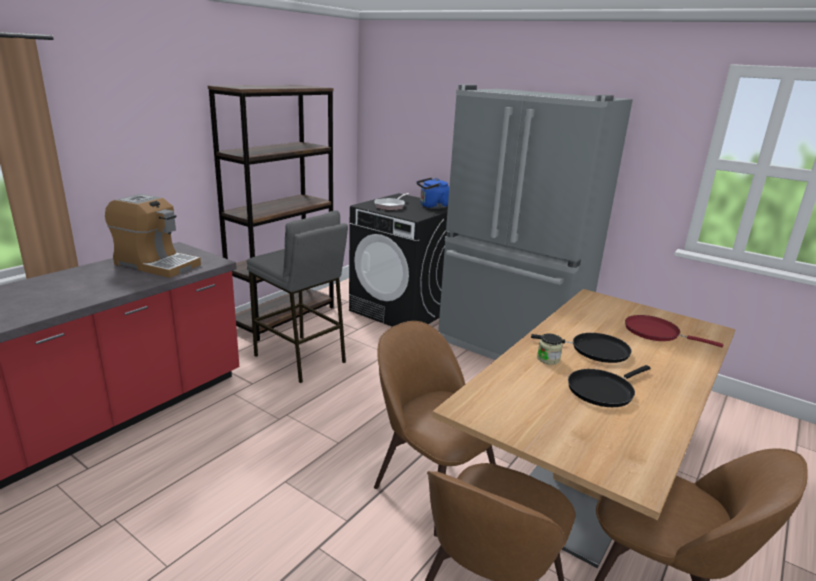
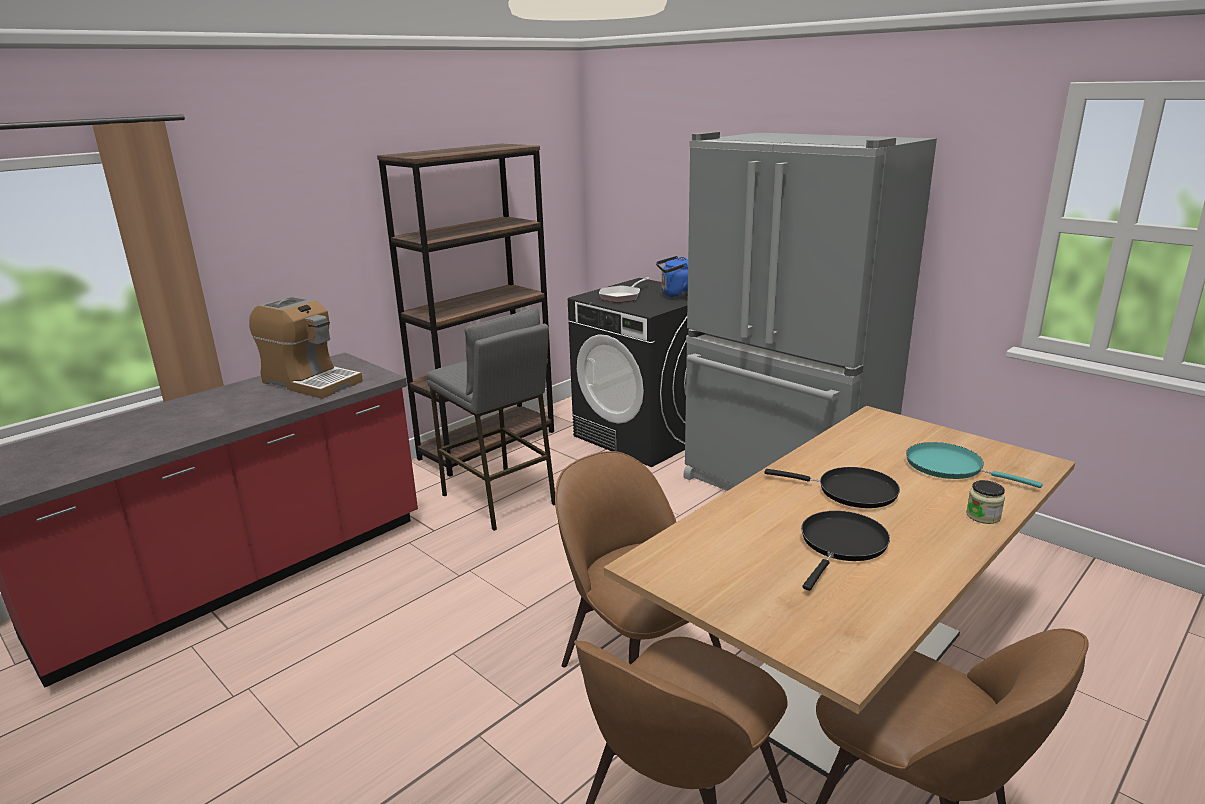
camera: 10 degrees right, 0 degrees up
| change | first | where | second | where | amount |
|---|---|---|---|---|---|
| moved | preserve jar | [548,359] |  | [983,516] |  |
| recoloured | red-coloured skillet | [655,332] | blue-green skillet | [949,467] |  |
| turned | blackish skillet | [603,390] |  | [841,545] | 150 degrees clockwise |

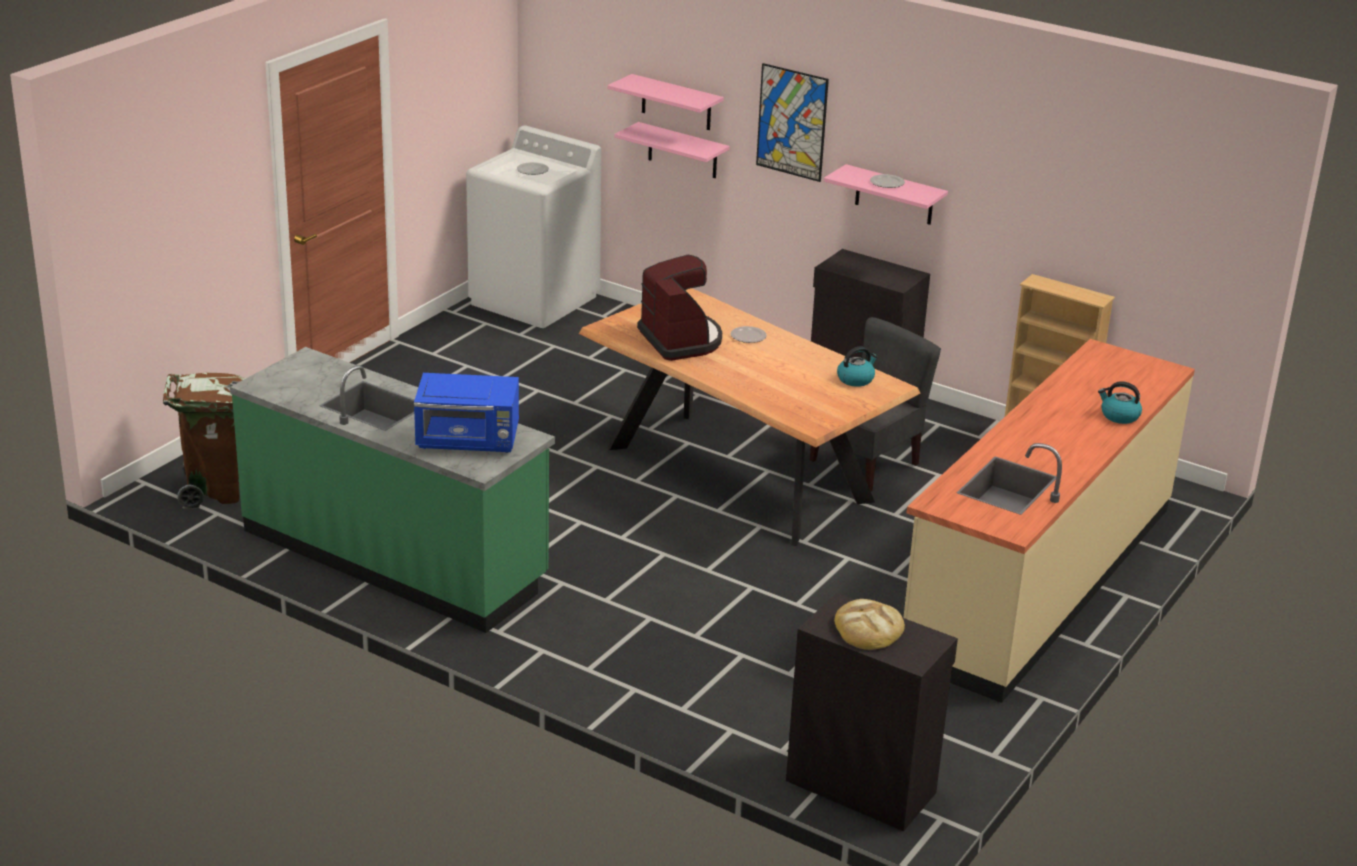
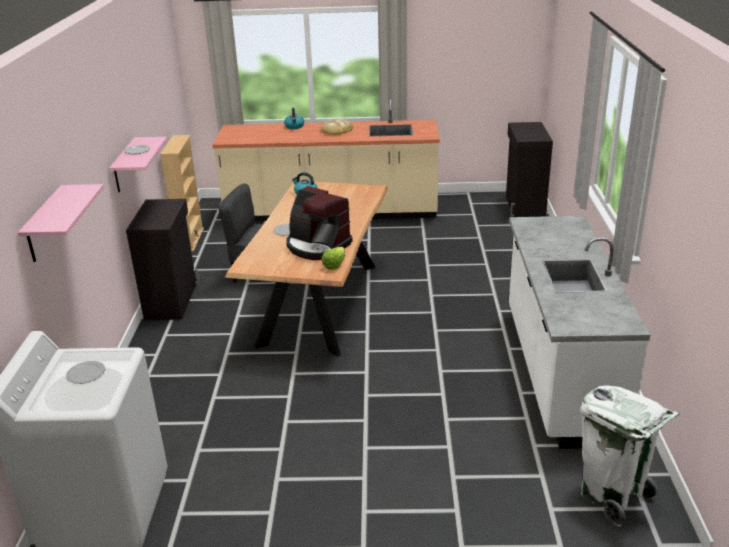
camera: 120 degrees left, 0 degrees up
| change | first | where | second | where | amount |
|---|---|---|---|---|---|
| removed | blue kitchen microwave | [469,441] |  |  |  |
| removed | pink bracket shelf | [682,151] |  |  |  |
| removed | picture | [792,122] |  |  |  |
| added |  |  | head of lettuce | [334,265] |  |
| moved | baked bread | [868,628] |  | [336,130] |  |
| recoloured | brownish waste bin | [215,491] | white waste bin | [612,495] |  |
| recoloured | green kitchen base unit | [395,556] | white kitchen base unit | [558,372] |  |
| turned | coffee maker | [681,340] |  | [317,246] | 90 degrees counterclockwise |

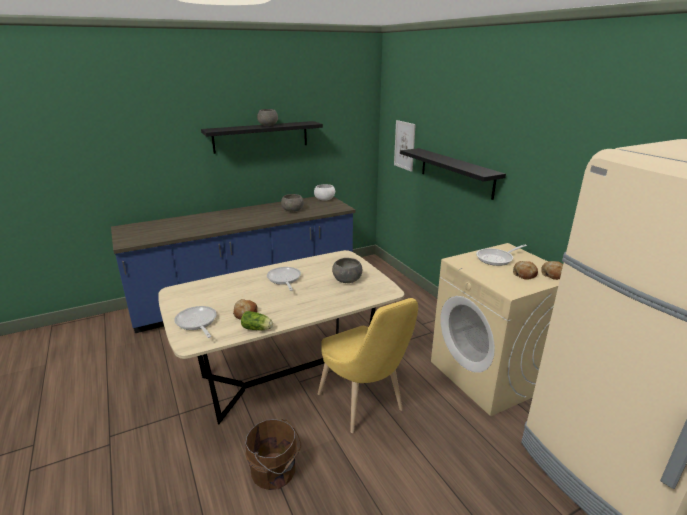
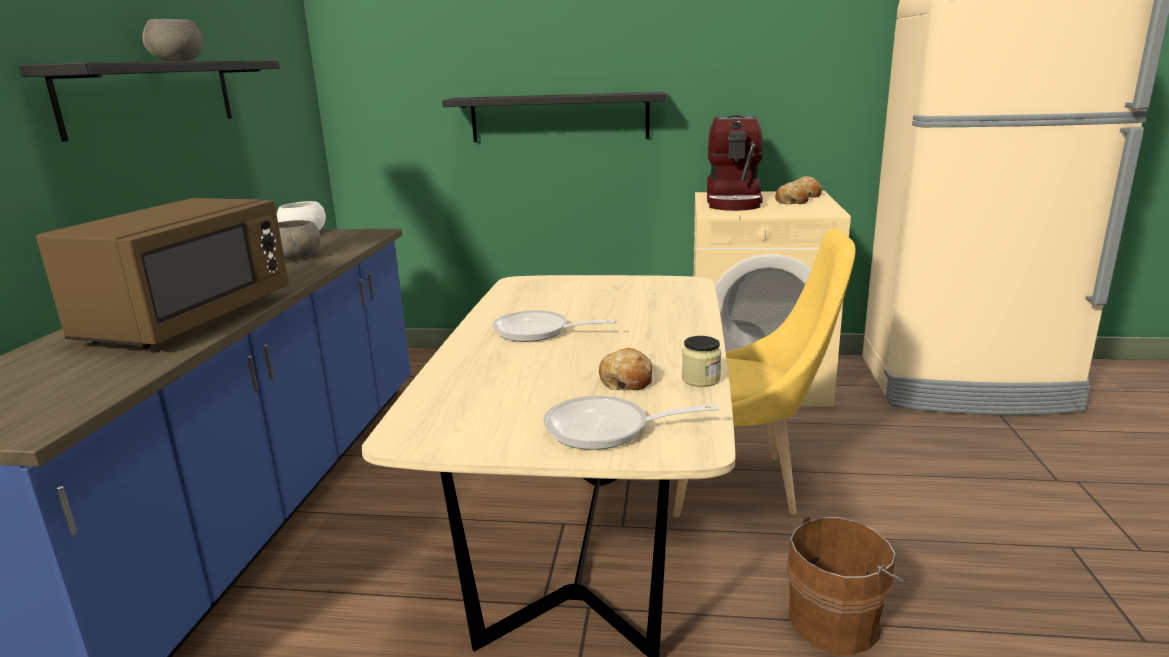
camera: 55 degrees left, 5 degrees down
| change | first | where | second | where | amount |
|---|---|---|---|---|---|
| removed | greyish bowl | [347,280] |  |  |  |
| removed | picture | [404,145] |  |  |  |
| added |  |  | brownish kitchen microwave | [189,319] |  |
| replaced | head of lettuce | [258,329] | preserve jar | [701,379] |  |
| replaced | skillet | [497,259] | coffee maker | [734,201] |  |

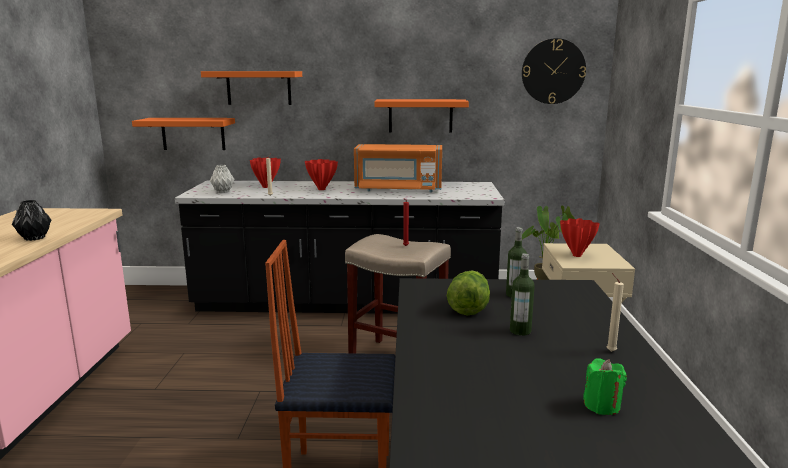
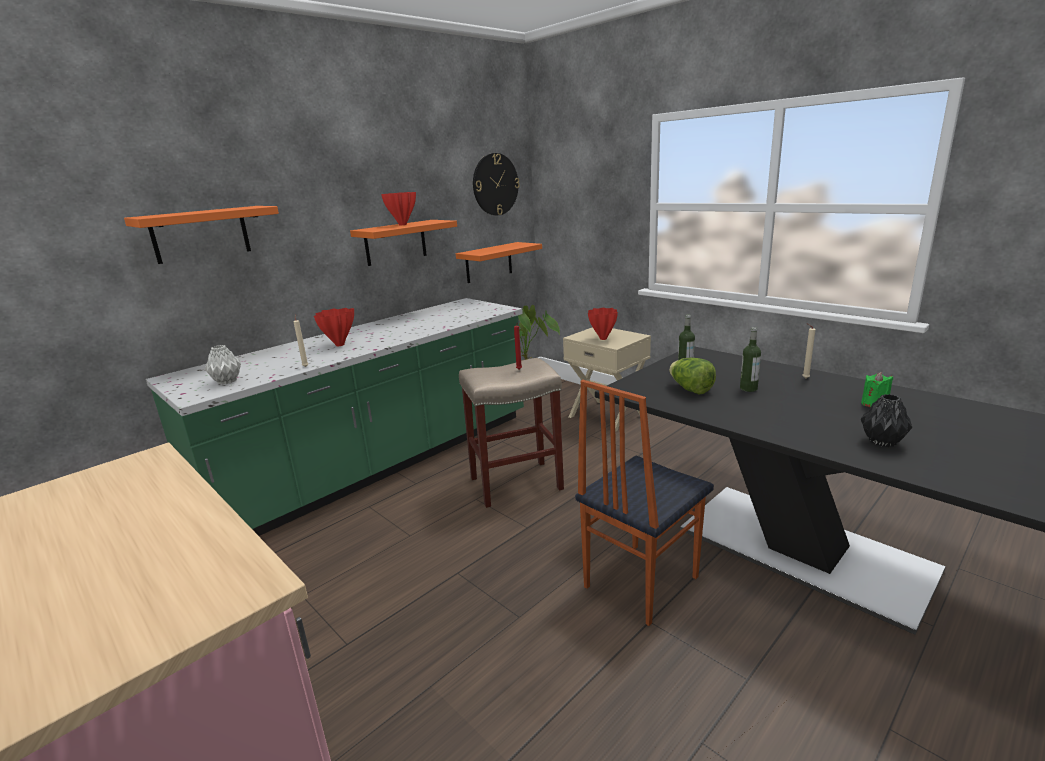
camera: 45 degrees left, 5 degrees up
| change | first | where | second | where | amount |
|---|---|---|---|---|---|
| removed | orange kitchen microwave | [398,189] |  |  |  |
| moved | blackish decorative vase | [34,238] |  | [883,442] |  |
| moved | orange bracket shelf | [193,133] |  | [489,262] |  |
| moved | red-coloured decorative vase | [266,187] |  | [403,224] |  |
| recoloured | blackish kitchen base unit | [346,303] | green kitchen base unit | [381,464] |  |

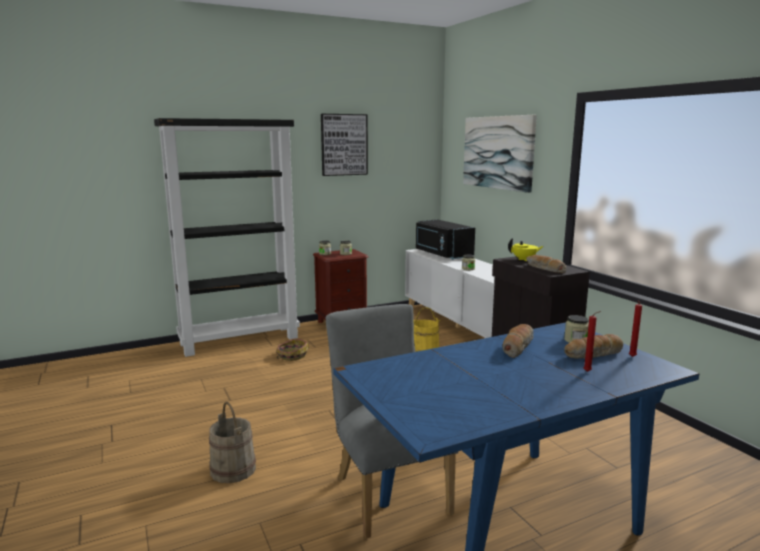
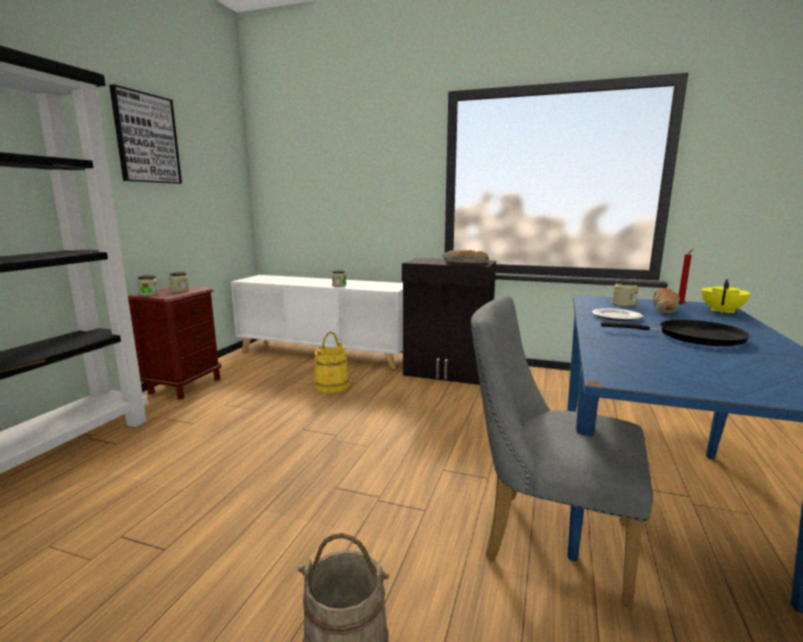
camera: 45 degrees left, 0 degrees up
| change | first | where | second | where | amount |
|---|---|---|---|---|---|
| removed | storage basket | [291,355] |  |  |  |
| removed | blackish kitchen microwave | [442,254] |  |  |  |
| removed | picture | [498,152] |  |  |  |
| removed | red-coloured wax light | [588,372] |  |  |  |
| added |  |  | blackish skillet | [693,337] |  |
| moved | yellowish pot for tea | [524,259] |  | [722,311] |  |
| replaced | baked bread | [517,346] | plate | [616,317] |  |

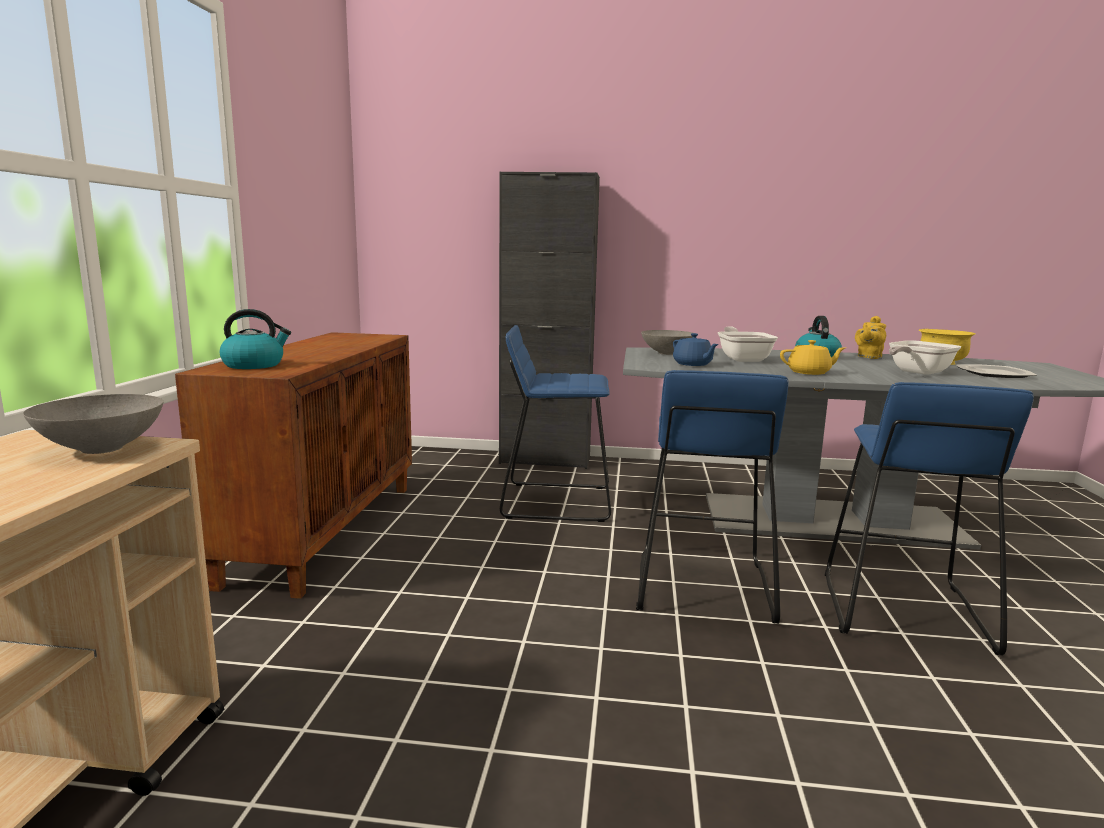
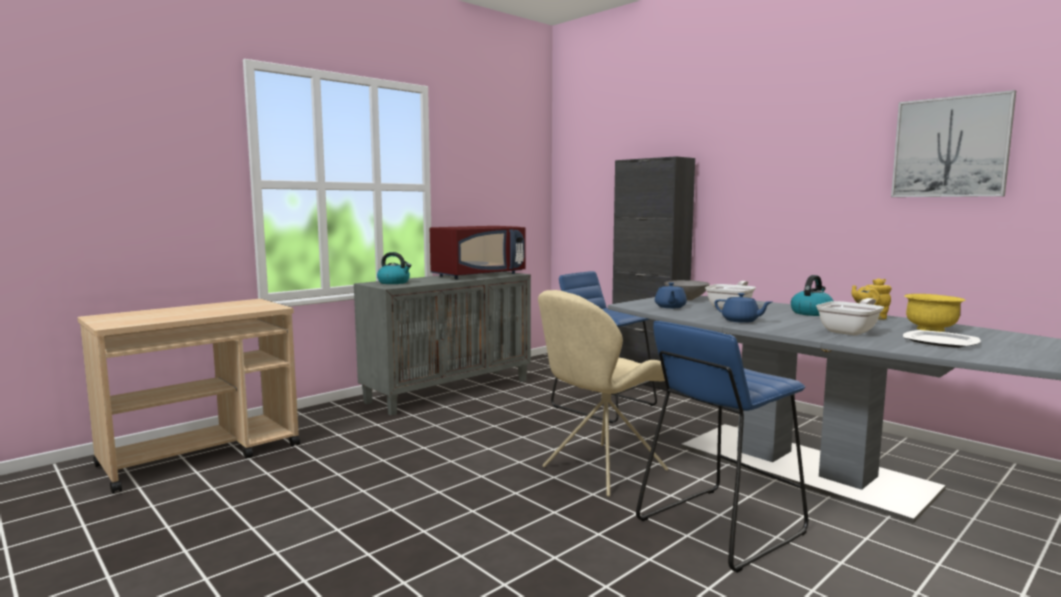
camera: 40 degrees right, 5 degrees down
| change | first | where | second | where | amount |
|---|---|---|---|---|---|
| removed | greyish bowl | [103,449] |  |  |  |
| added |  |  | red-coloured kitchen microwave | [479,275] |  |
| added |  |  | picture | [950,147] |  |
| replaced | blue stool seat | [701,586] | beige-coloured plain chair | [601,470] |  |
| recoloured | brownish cabinet | [324,530] | greyish cabinet | [450,391] |  |
| recoloured | yellowish pot for tea | [810,372] | blue pot for tea | [741,321] |  |
| turned | skillet | [916,372] |  | [851,331] | 135 degrees clockwise |

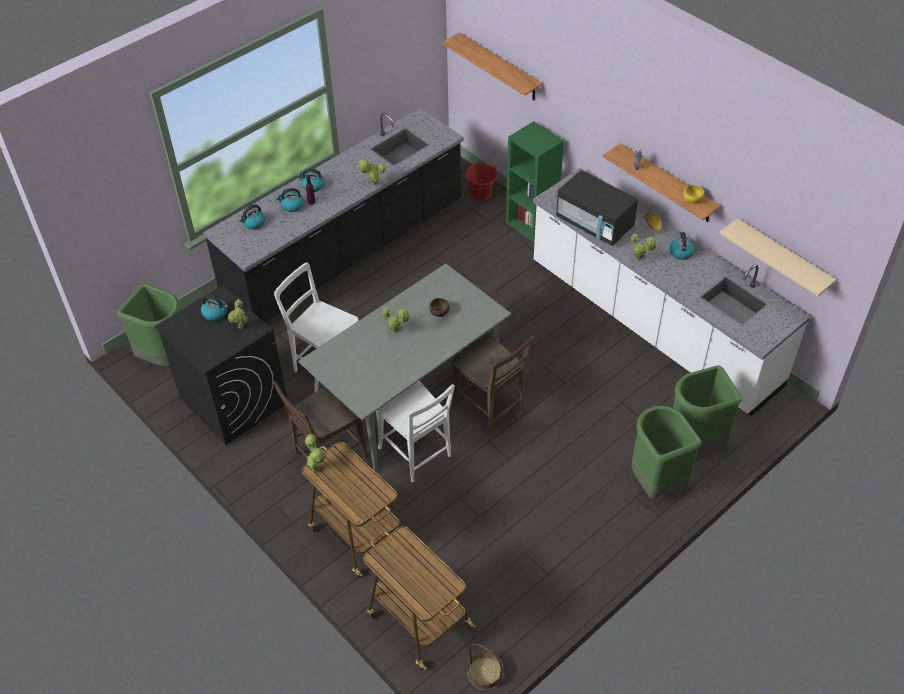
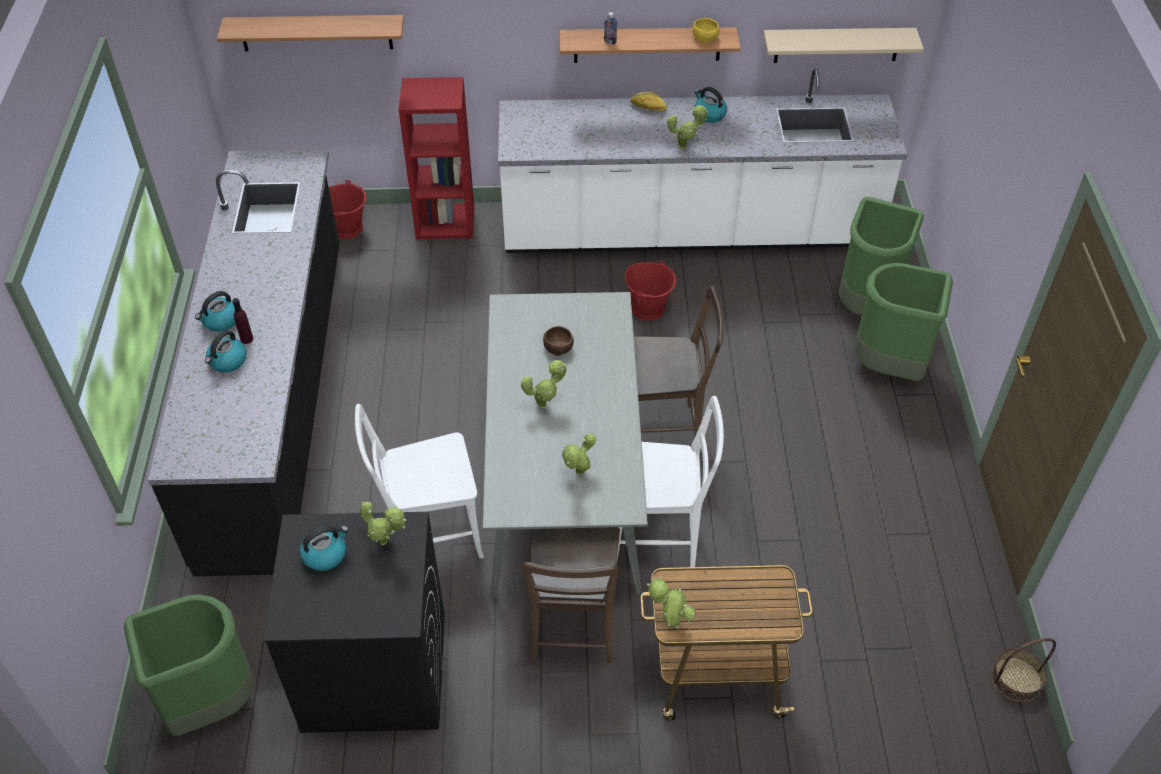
camera: 50 degrees left, 0 degrees up
| change | first | where | second | where | amount |
|---|---|---|---|---|---|
| removed | kettle | [253,223] |  |  |  |
| removed | trolley | [418,619] |  |  |  |
| removed | blackish kitchen microwave | [594,224] |  |  |  |
| added |  |  | red-coloured pail | [648,308] |  |
| moved | potted plant | [373,184] |  | [578,474] |  |
| recoloured | green shelving unit | [532,225] | red-coloured shelving unit | [446,222] |  |

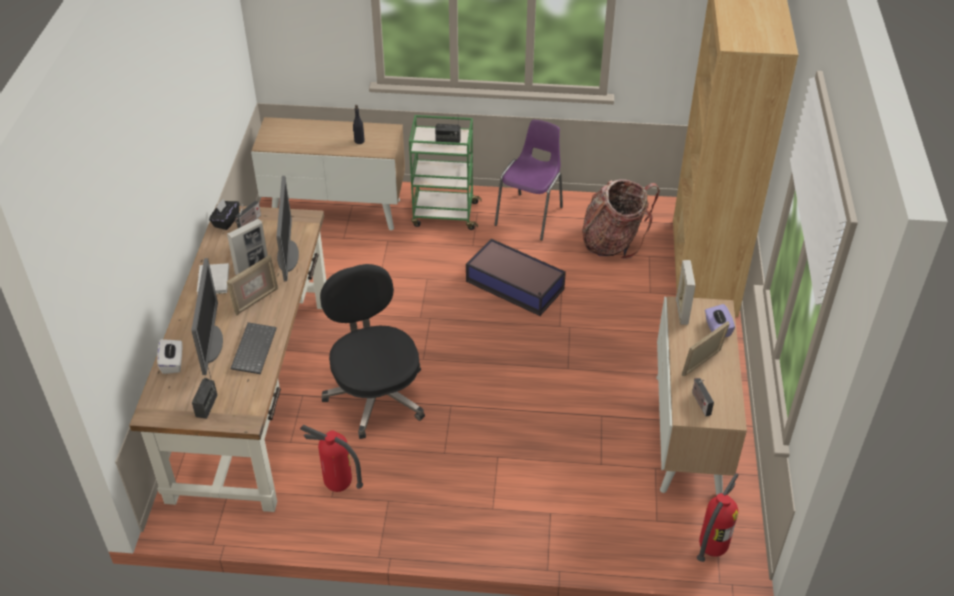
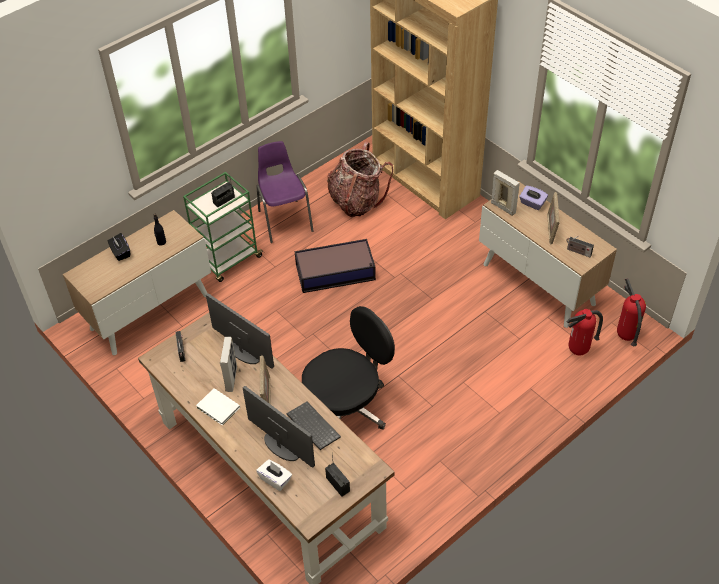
camera: 45 degrees left, 5 degrees up
| change | first | where | second | where | amount |
|---|---|---|---|---|---|
| moved | blackish tissue holder | [226,221] |  | [120,252] |  |
| moved | fire-fighting cylinder | [338,486] |  | [578,351] |  |
| turned | blackish computer chair | [376,395] |  | [346,407] | 120 degrees clockwise |

